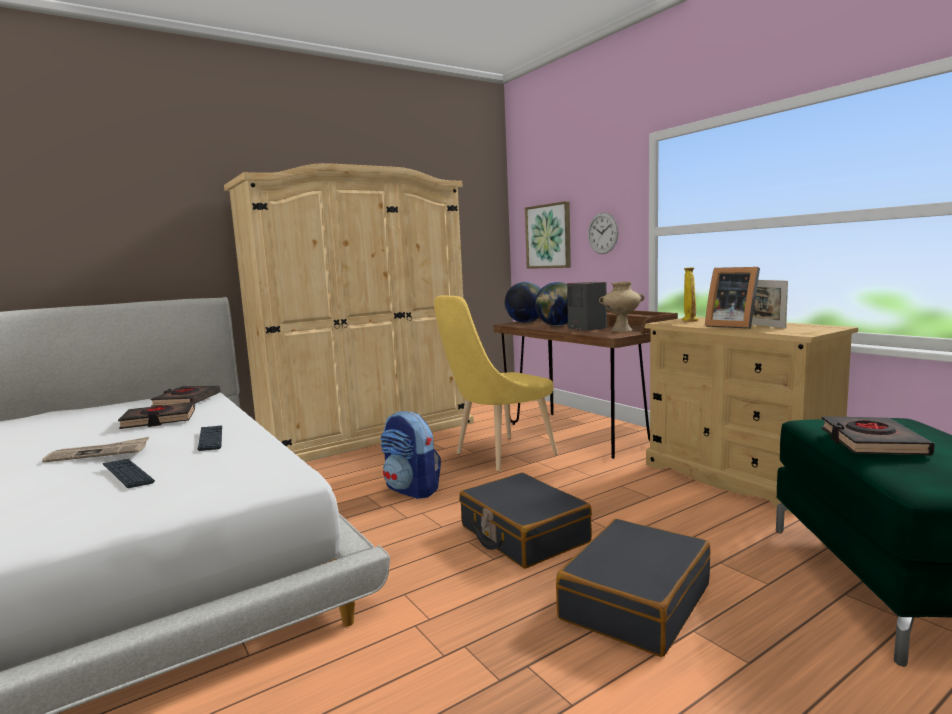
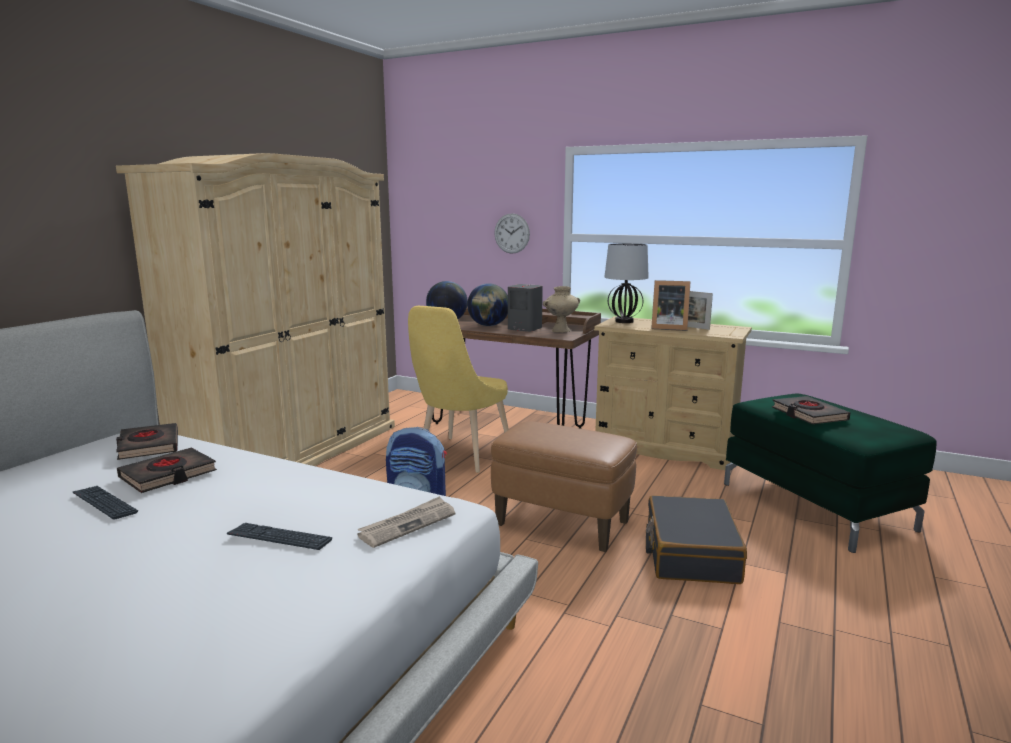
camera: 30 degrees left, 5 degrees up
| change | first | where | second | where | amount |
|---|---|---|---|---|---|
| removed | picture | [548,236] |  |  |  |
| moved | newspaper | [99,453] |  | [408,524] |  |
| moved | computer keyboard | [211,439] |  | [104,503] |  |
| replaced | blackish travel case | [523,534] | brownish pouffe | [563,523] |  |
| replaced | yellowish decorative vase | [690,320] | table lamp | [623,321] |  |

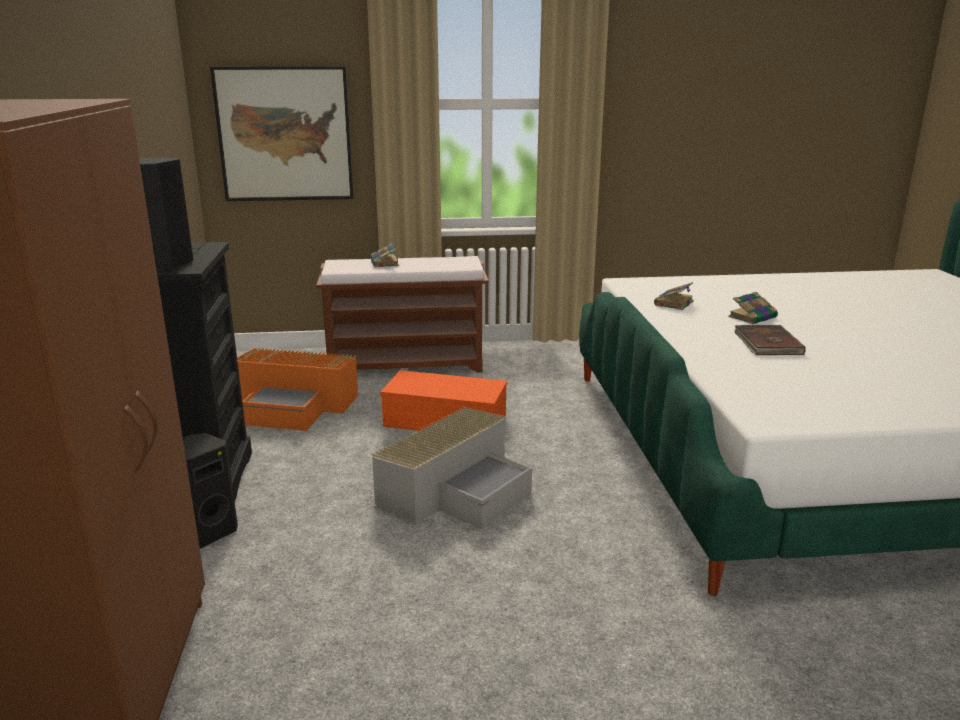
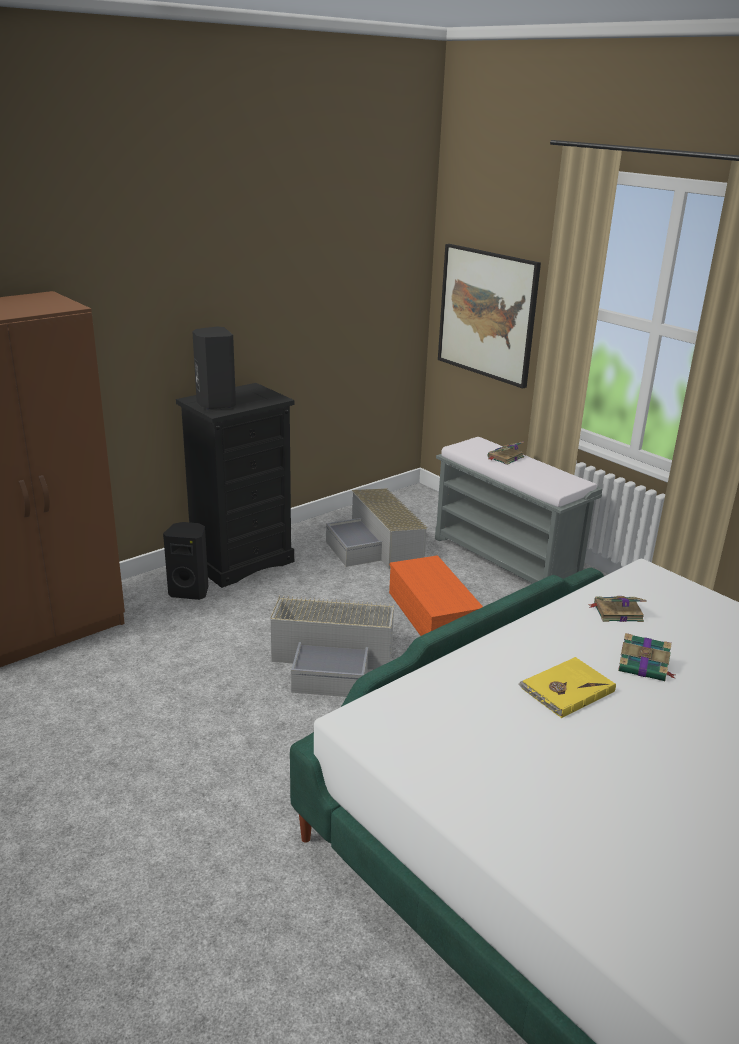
camera: 55 degrees right, 5 degrees up
| change | first | where | second | where | amount |
|---|---|---|---|---|---|
| recoloured | orange storage container | [296,405] | greyish storage container | [376,546] |  |
| recoloured | brownish bench | [407,364] | greyish bench | [507,559] |  |
| recoloured | brownish volume | [767,344] | yellowish volume | [566,689] |  |

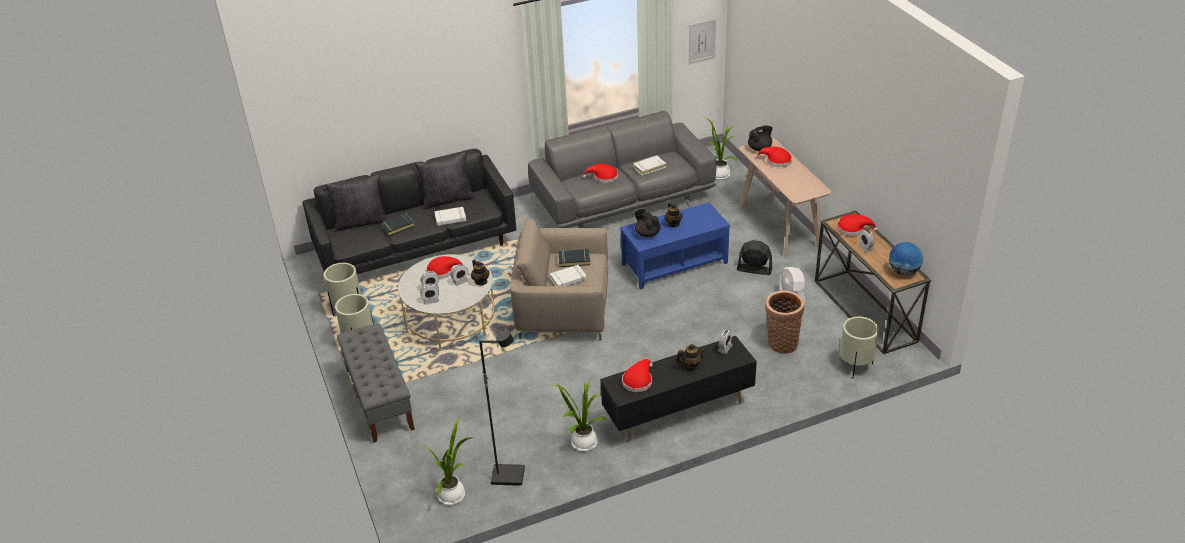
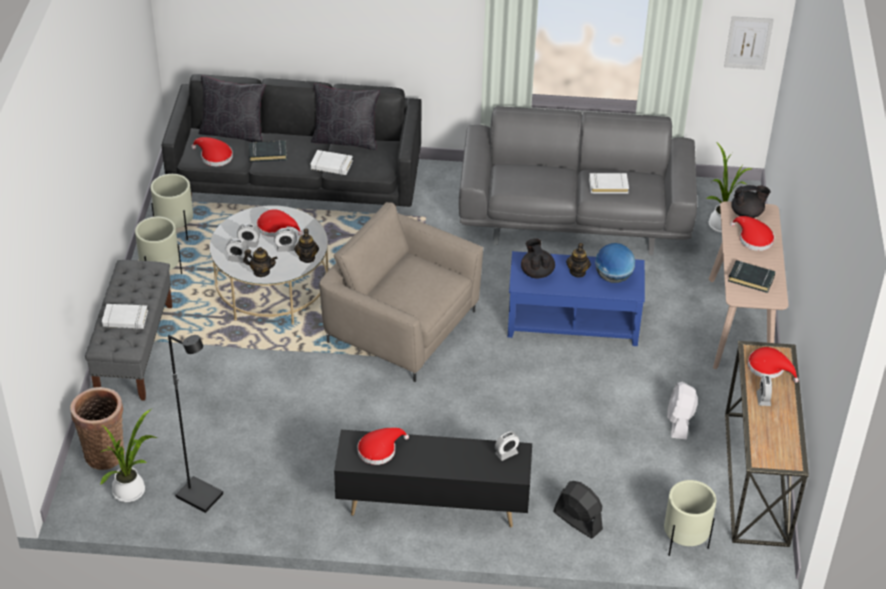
camera: 25 degrees right, 5 degrees up
| change | first | where | second | where | amount |
|---|---|---|---|---|---|
| removed | potted plant | [582,442] |  |  |  |
| moved | white volume | [568,279] |  | [125,319] |  |
| moved | blackish volume | [574,260] |  | [751,279] |  |
| moved | red-coloured clothing hat | [603,177] |  | [214,156] |  |
| moved | pot for tea | [691,365] |  | [261,272] |  |
| moved | blackish cooling fan | [754,269] |  | [577,520] |  |
| moved | storage basket | [781,342] |  | [104,452] |  |
| moved | world globe | [903,272] |  | [613,277] |  |

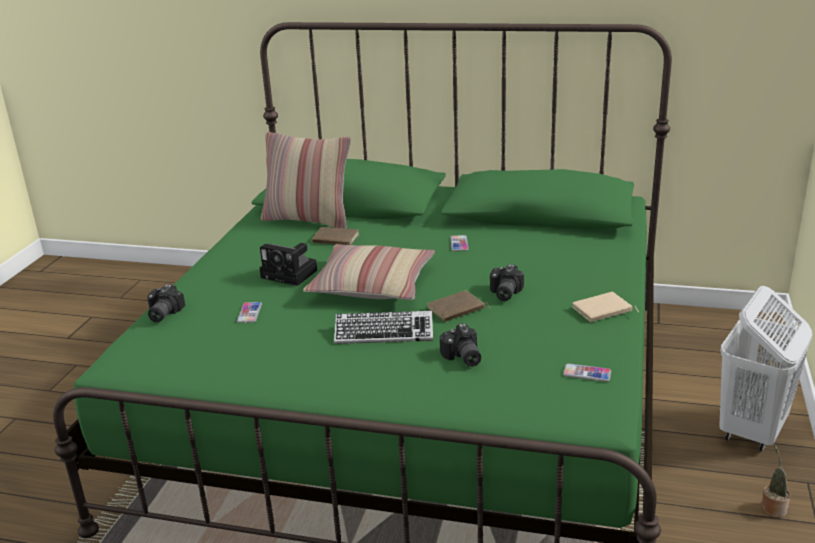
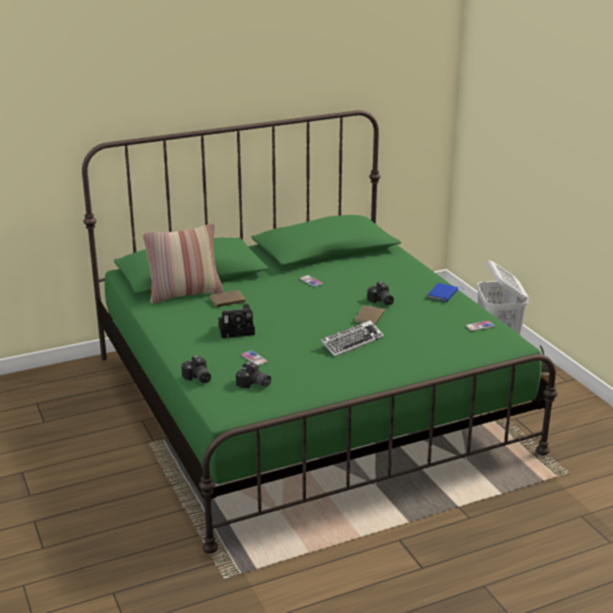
camera: 40 degrees left, 0 degrees up
| change | first | where | second | where | amount |
|---|---|---|---|---|---|
| removed | cushion | [372,285] |  |  |  |
| moved | photo camera | [462,358] |  | [254,384] |  |
| recoloured | beige-coloured volume | [602,311] | blue volume | [443,294] |  |

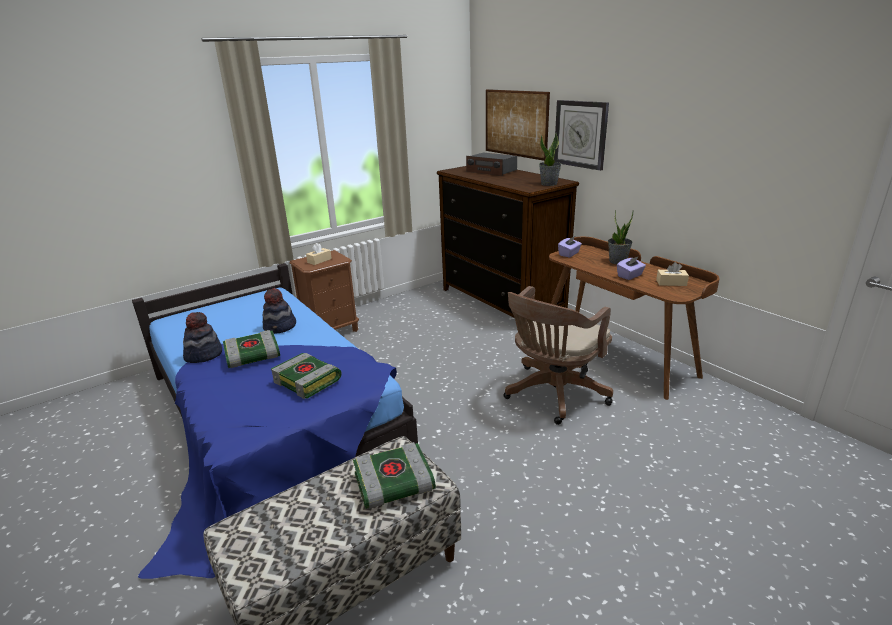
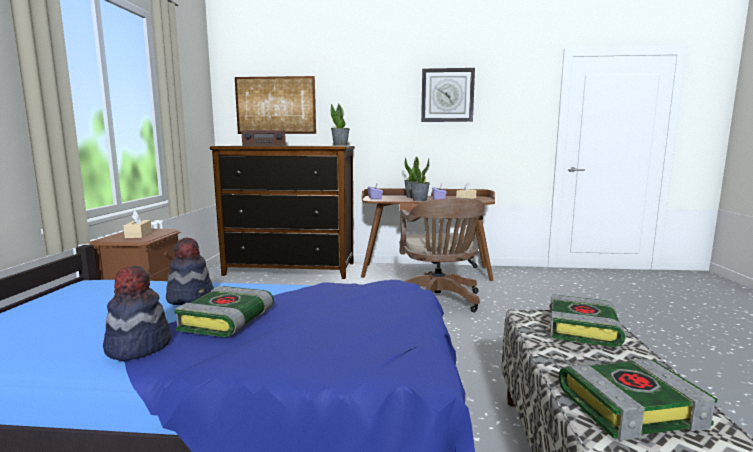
camera: 50 degrees left, 15 degrees down
| change | first | where | second | where | amount |
|---|---|---|---|---|---|
| added |  |  | potted plant | [419,200] |  |
| moved | volume | [308,381] |  | [630,407] |  |
| moved | hanging clock | [580,134] |  | [447,95] |  |

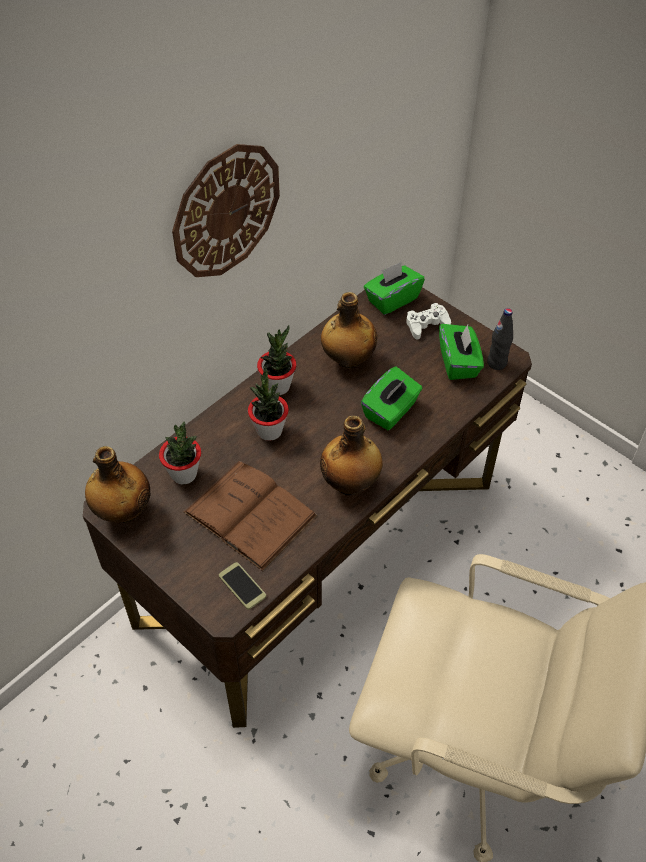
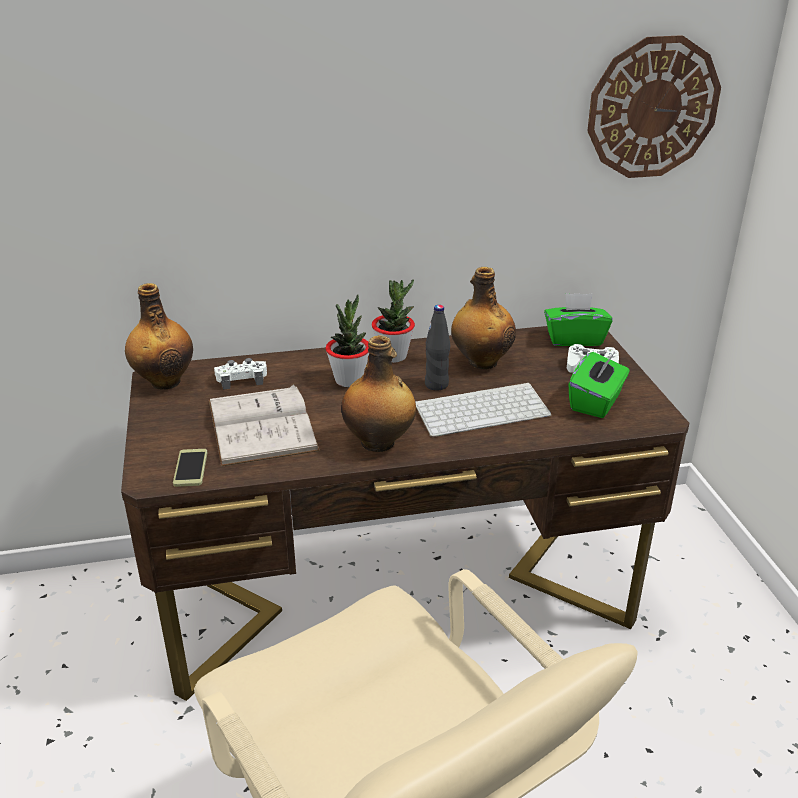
camera: 35 degrees right, 20 degrees down
| change | first | where | second | where | amount |
|---|---|---|---|---|---|
| moved | hanging clock | [226,211] |  | [652,108] |  |
| moved | blackish bottle | [497,363] |  | [436,385] |  |
| replaced | potted plant | [184,474] | white joypad | [241,379] |  |
| replaced | green tissue holder | [391,411] | computer keyboard | [482,409] |  |
| recoloured | brownish volume | [250,514] | white volume | [261,425] |  |

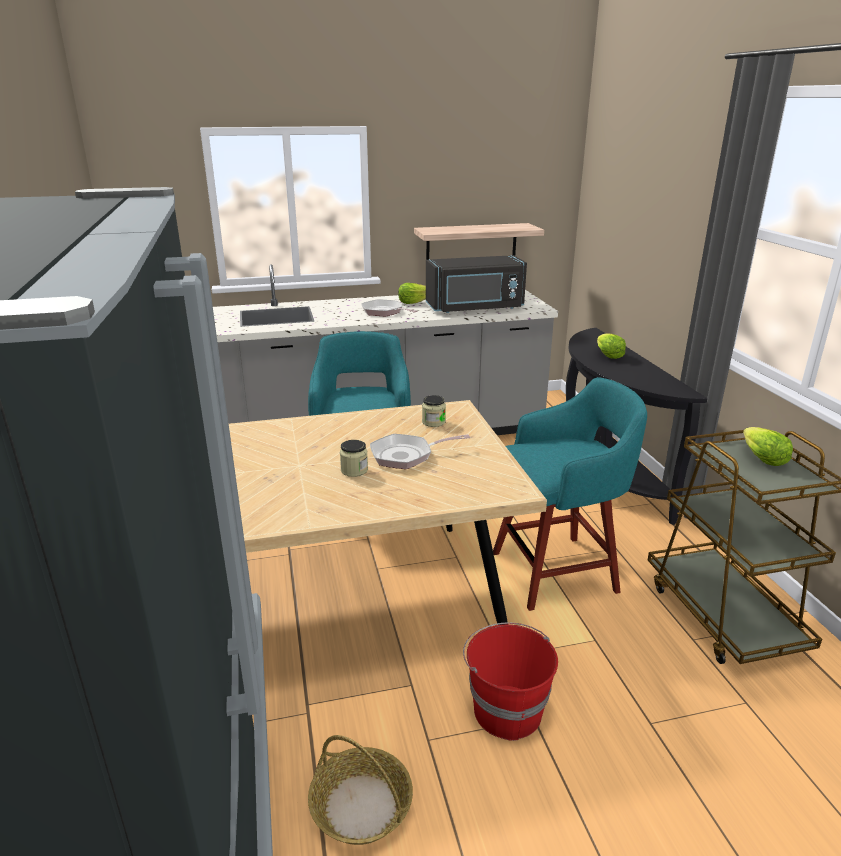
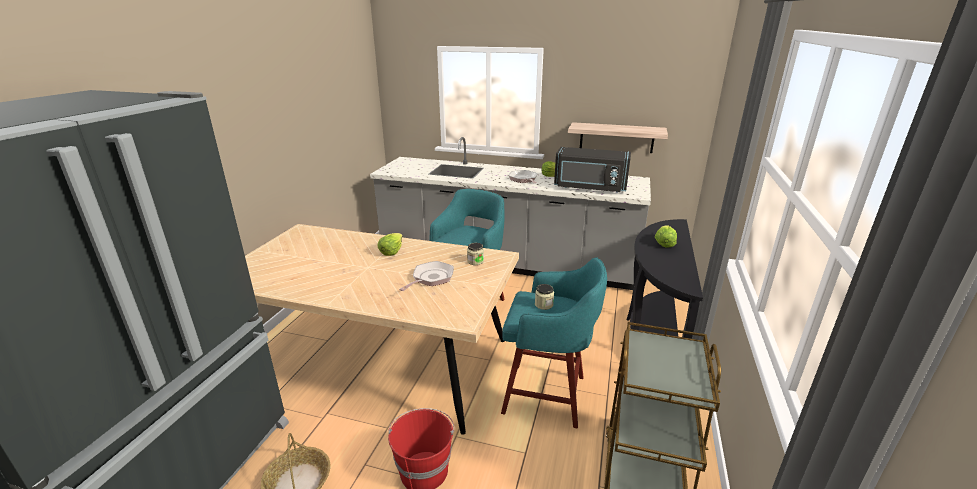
camera: 30 degrees right, 0 degrees up
| change | first | where | second | where | amount |
|---|---|---|---|---|---|
| moved | preserve jar | [354,470] |  | [544,305] |  |
| moved | head of lettuce | [762,458] |  | [391,251] |  |
| turned | skillet | [406,455] |  | [431,278] | 105 degrees clockwise |

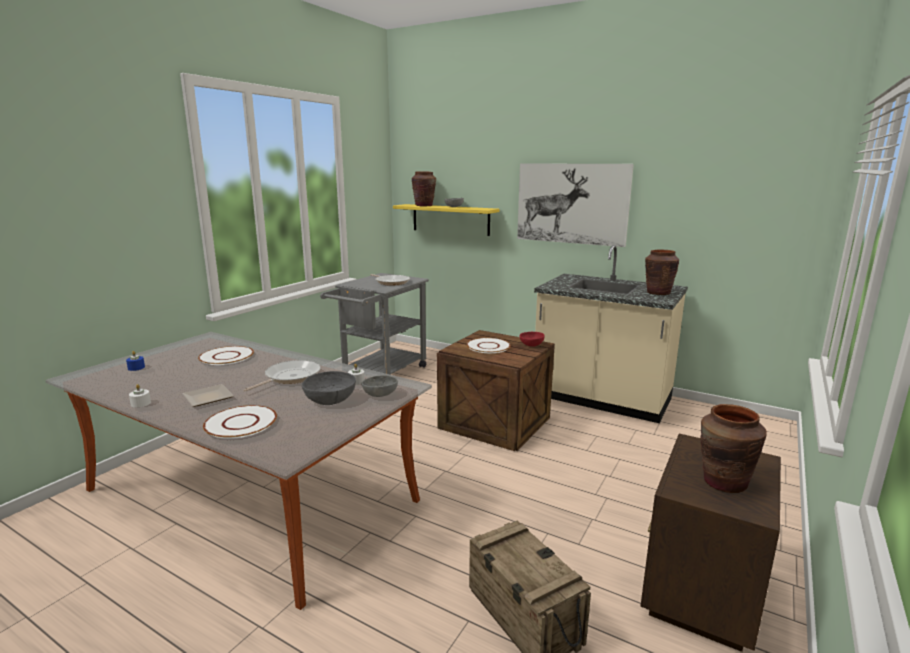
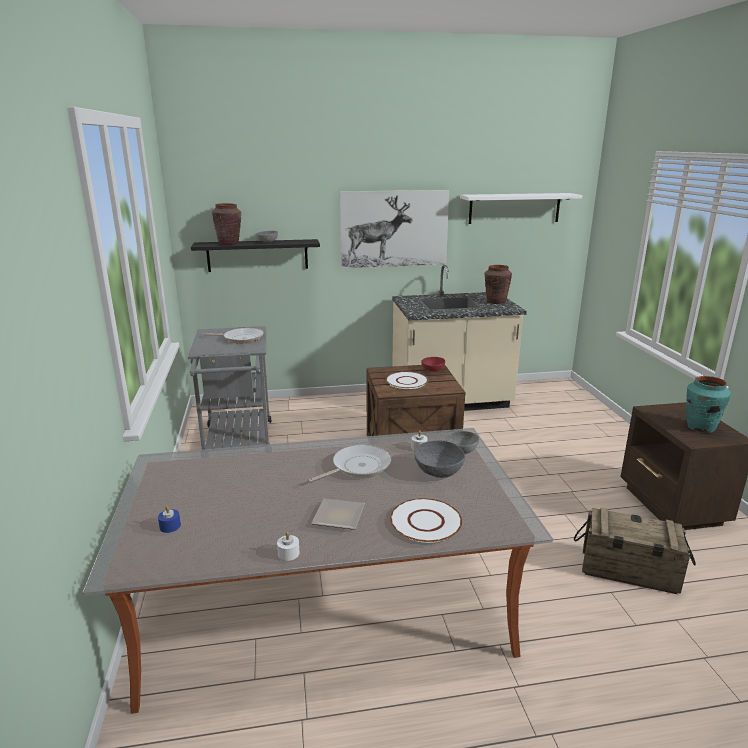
camera: 40 degrees left, 5 degrees up
| change | first | where | second | where | amount |
|---|---|---|---|---|---|
| removed | white plate | [226,357] |  |  |  |
| added |  |  | white bracket shelf | [514,208] |  |
| recoloured | yellowish bracket shelf | [450,219] | blackish bracket shelf | [257,255] |  |
| recoloured | brownish decorative vase | [724,482] | blue-green decorative vase | [700,427] |  |
| turned | skillet | [290,377] |  | [358,466] | 60 degrees clockwise |

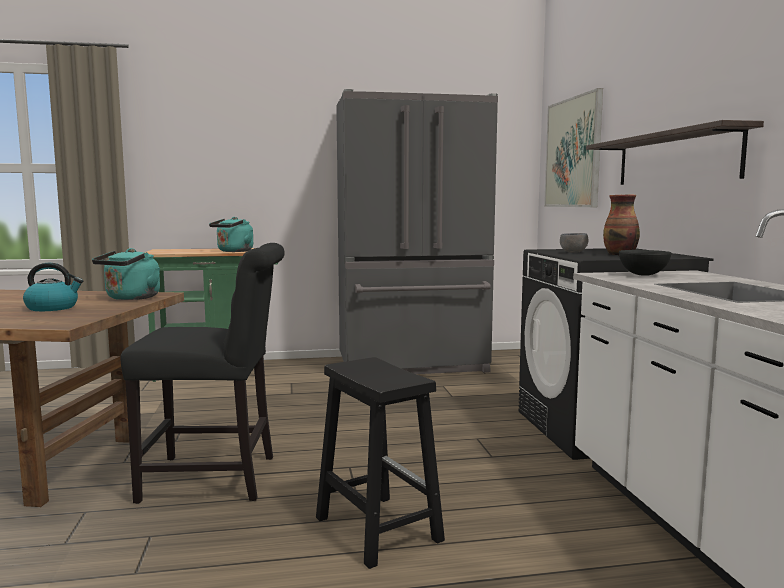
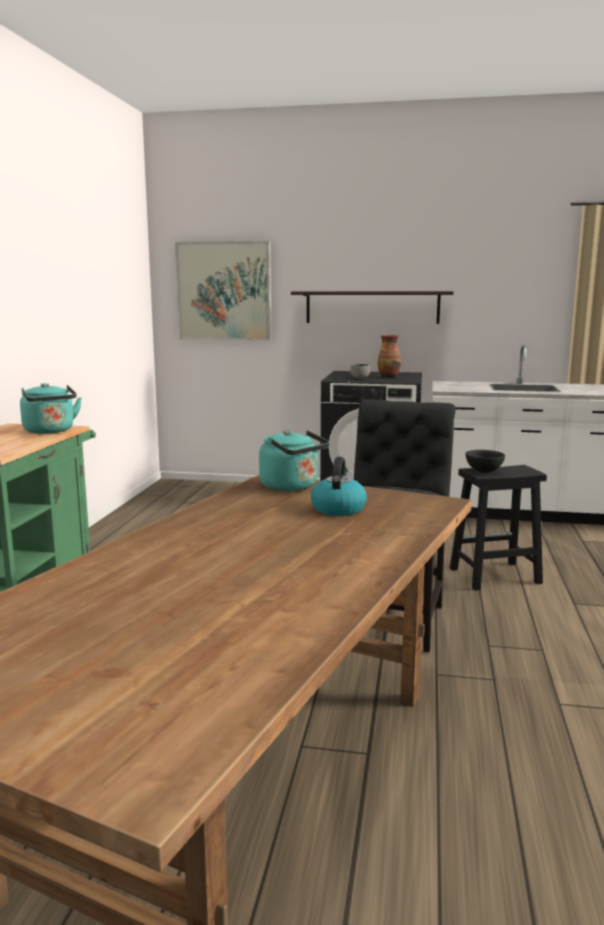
camera: 70 degrees left, 5 degrees up
| change | first | where | second | where | amount |
|---|---|---|---|---|---|
| removed | greyish refrigerator | [413,365] |  |  |  |
| moved | blackish bowl | [642,275] |  | [483,471] |  |

